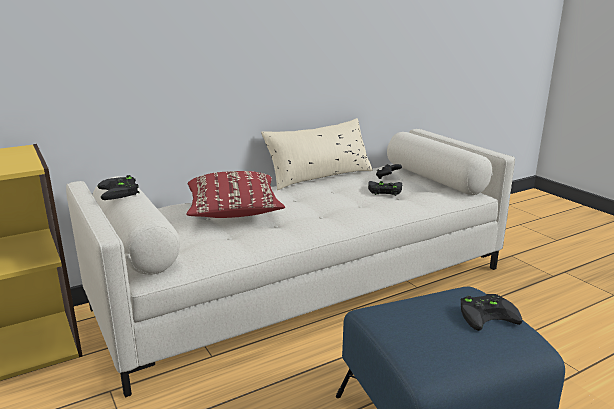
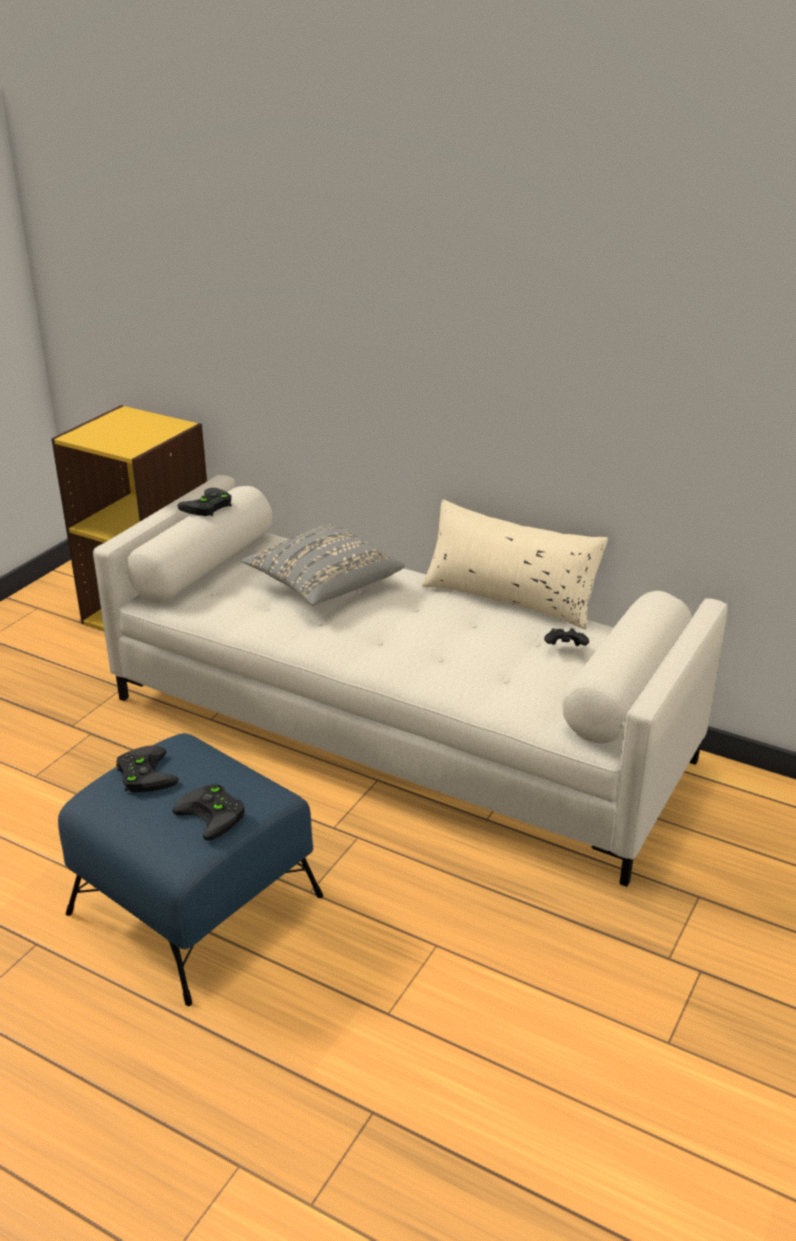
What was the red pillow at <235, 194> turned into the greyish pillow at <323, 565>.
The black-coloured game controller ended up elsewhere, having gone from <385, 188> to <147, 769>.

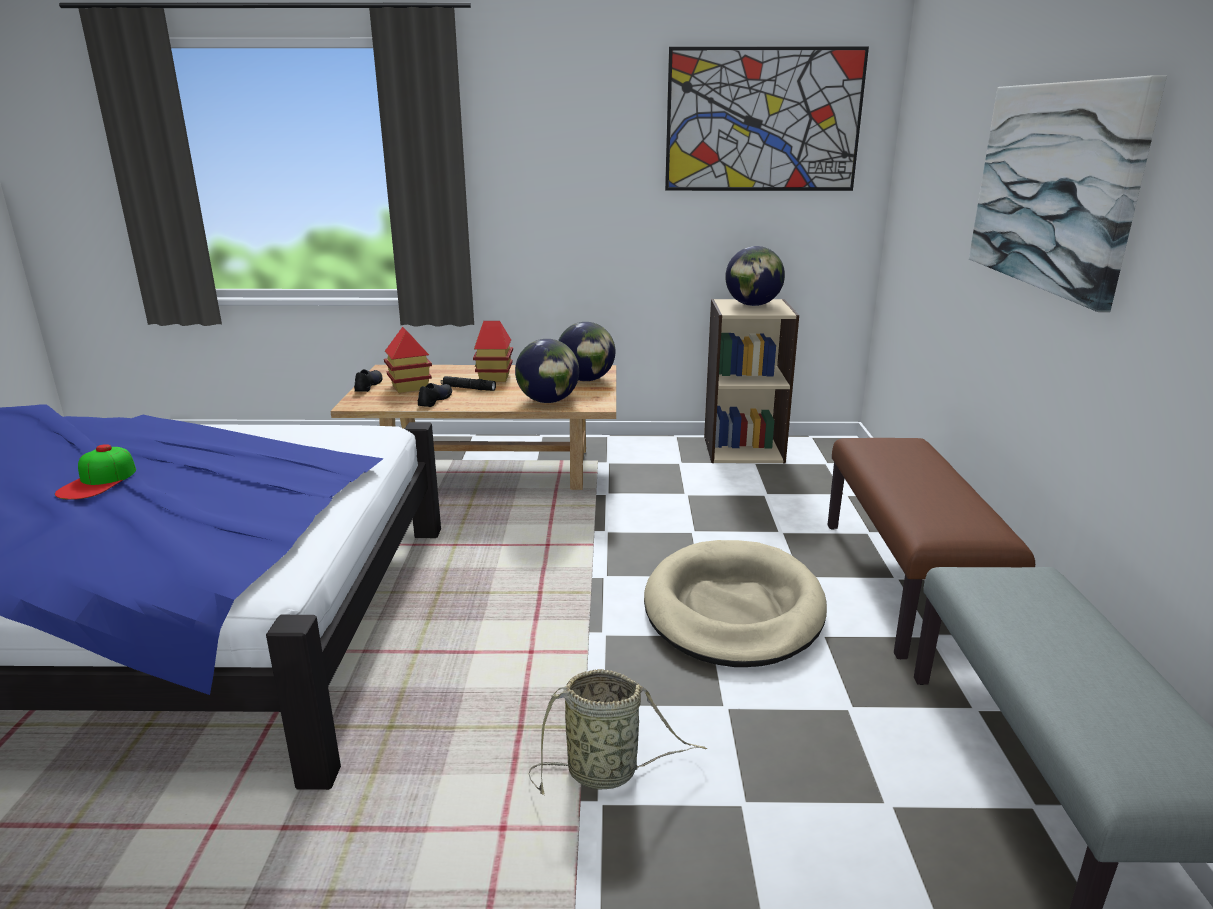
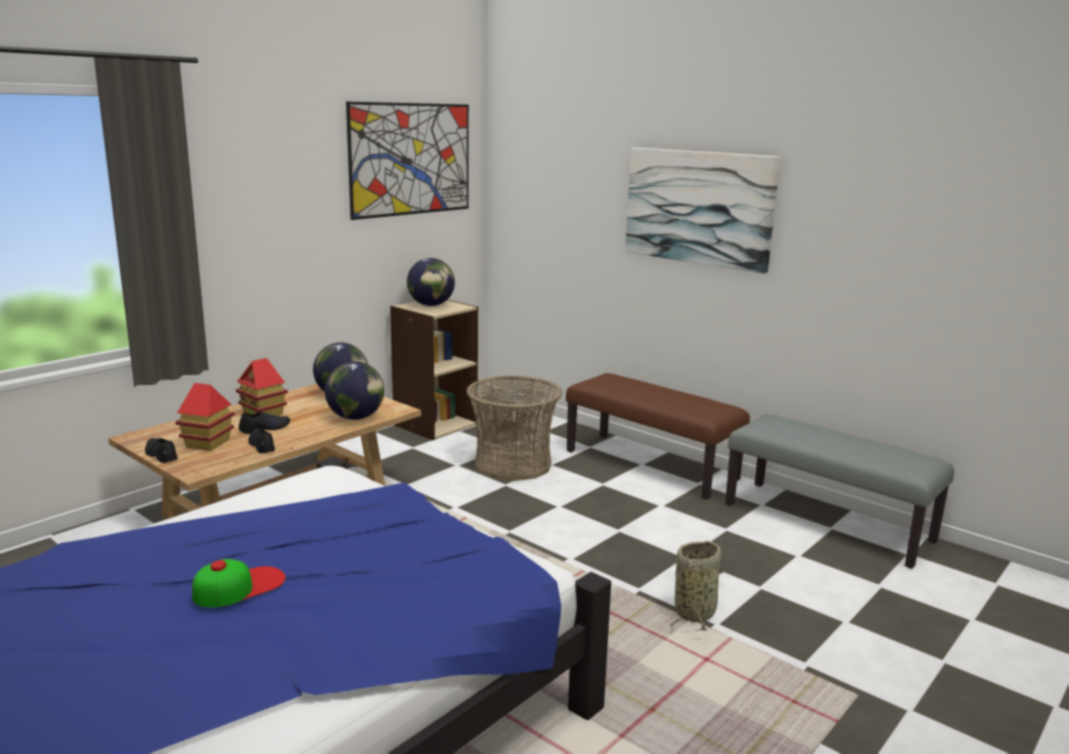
Where the black-coloured torch stood at <468, 383>, the black-coloured item of footwear came to stand at <264, 423>.
The baseball cap at <95, 472> ended up facing another way, 90 degrees counterclockwise from before.
The second view lost the sand-coloured dog cushion at <735, 603>.
The second view gained the storage basket at <514, 428>.

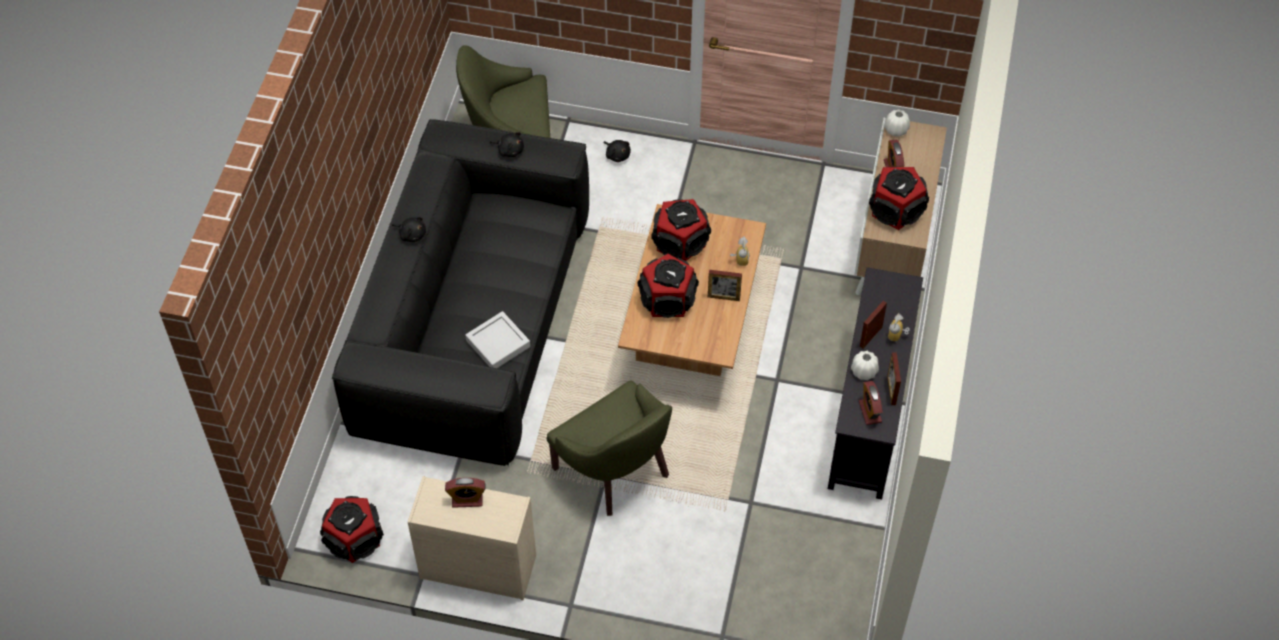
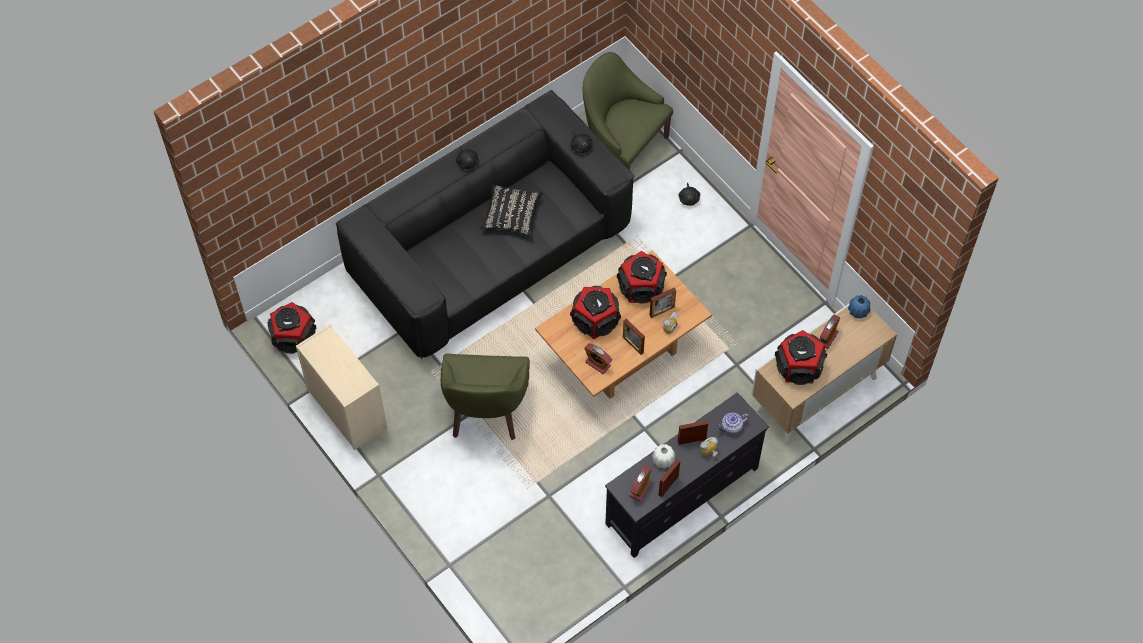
What was the white-coloured decorative vase at <897, 123> turned into the bluish decorative vase at <859, 307>.
The second view lost the greyish carrying tray at <497, 339>.
The table clock ended up elsewhere, having gone from <465, 493> to <598, 358>.
The second view gained the black-coloured pillow at <511, 210>.
The second view gained the standing frame at <663, 302>.
The second view gained the teapot at <732, 424>.

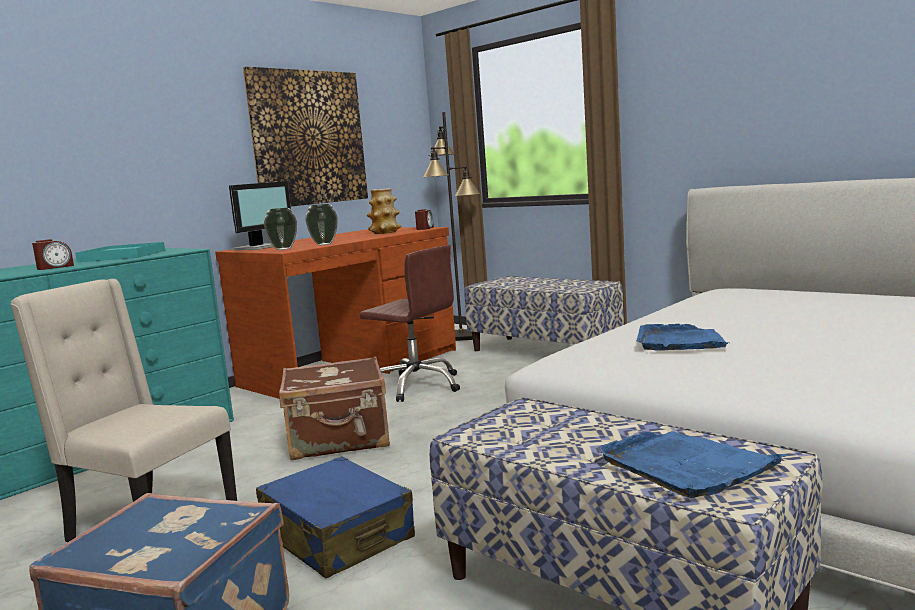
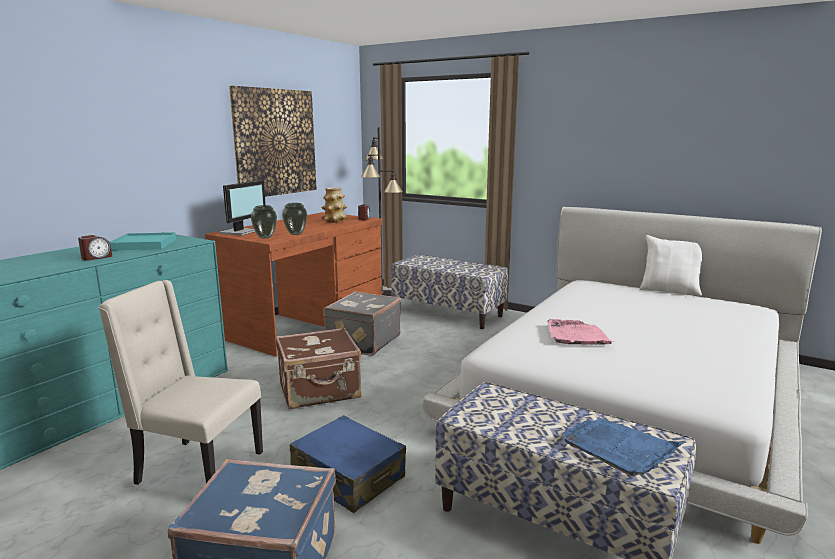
Where the brown computer chair stood at <410, 323>, the greyish piece of luggage came to stand at <362, 323>.
What was the bluish carrying tray at <682, 337> turned into the pink carrying tray at <580, 332>.
The second view gained the white-coloured pillow at <671, 265>.

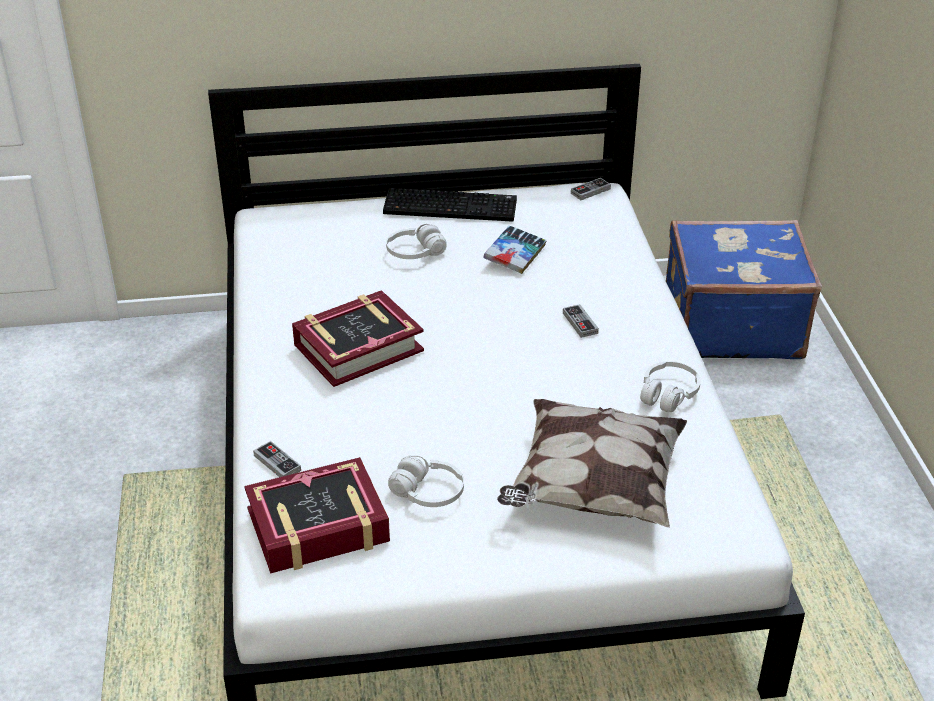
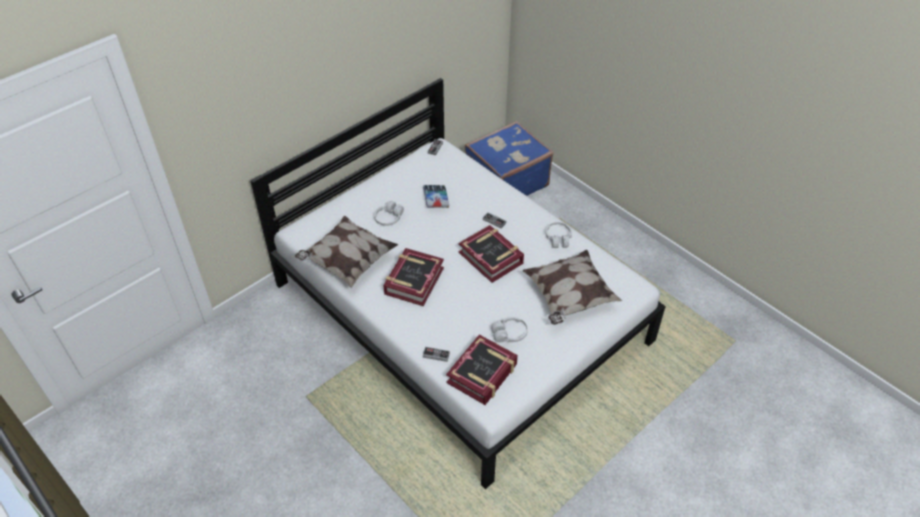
The second view lost the computer keyboard at <450, 205>.
The second view gained the pillow at <346, 252>.
The second view gained the book at <491, 254>.

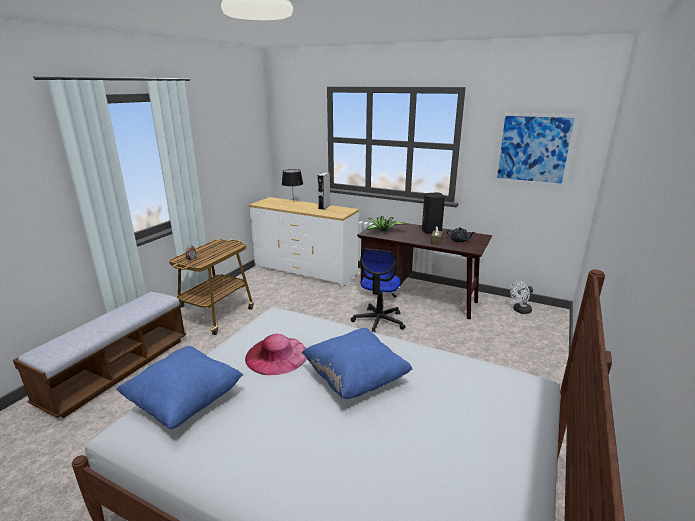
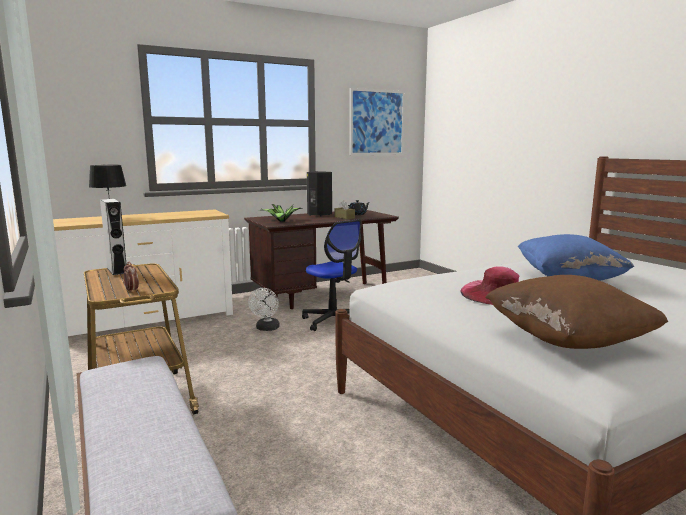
The greyish audio speaker ended up elsewhere, having gone from <323, 191> to <113, 237>.
The white-coloured fan ended up elsewhere, having gone from <521, 297> to <263, 309>.
What was the bluish pillow at <179, 387> turned into the brown pillow at <576, 312>.

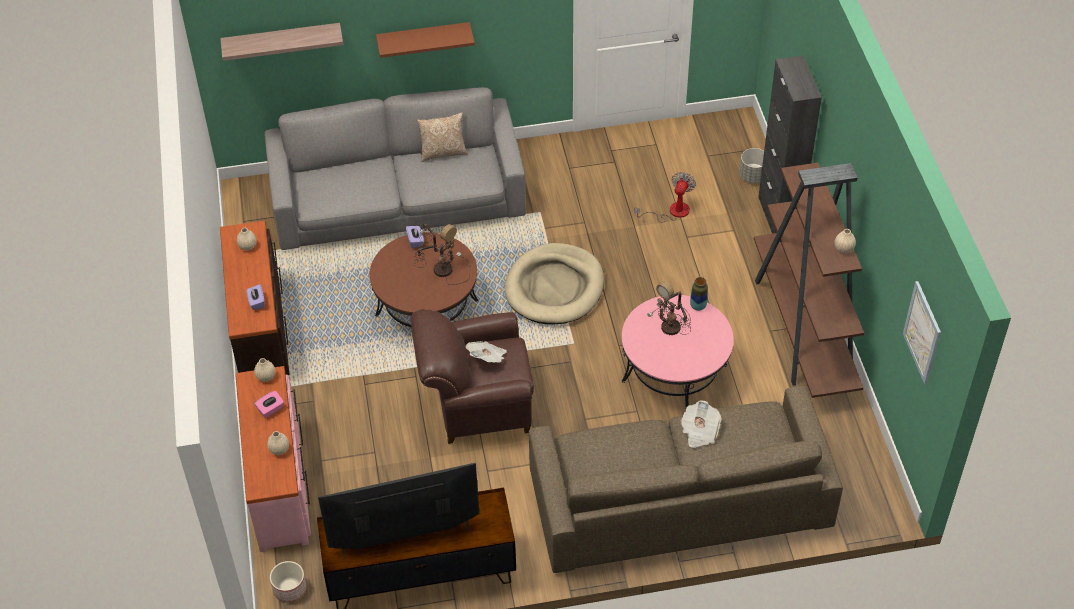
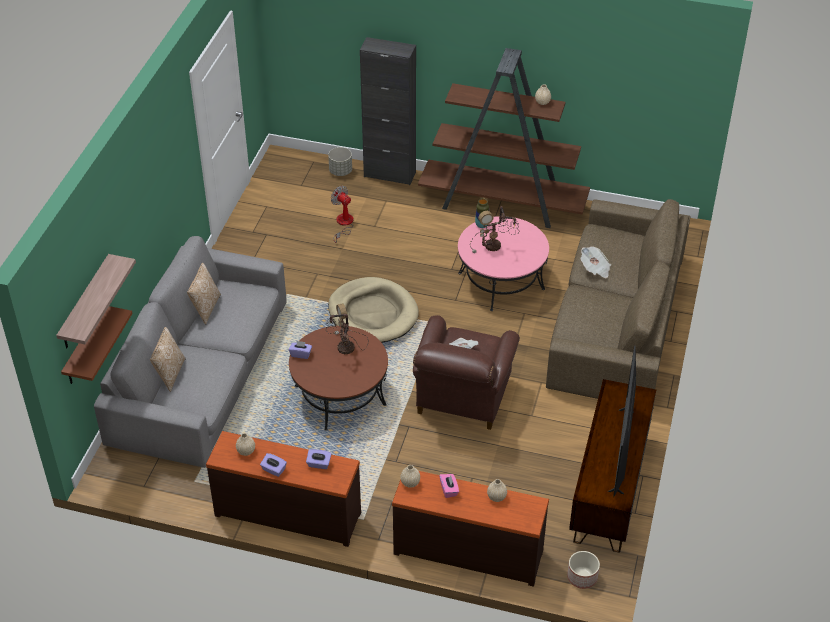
The brown wall shelf ended up elsewhere, having gone from <425, 40> to <97, 345>.
The second view lost the wall art at <922, 332>.
What was the pink dresser at <273, 459> turned into the brown dresser at <470, 527>.
The second view gained the pillow at <168, 359>.
The second view gained the purple-coloured tissue holder at <273, 465>.

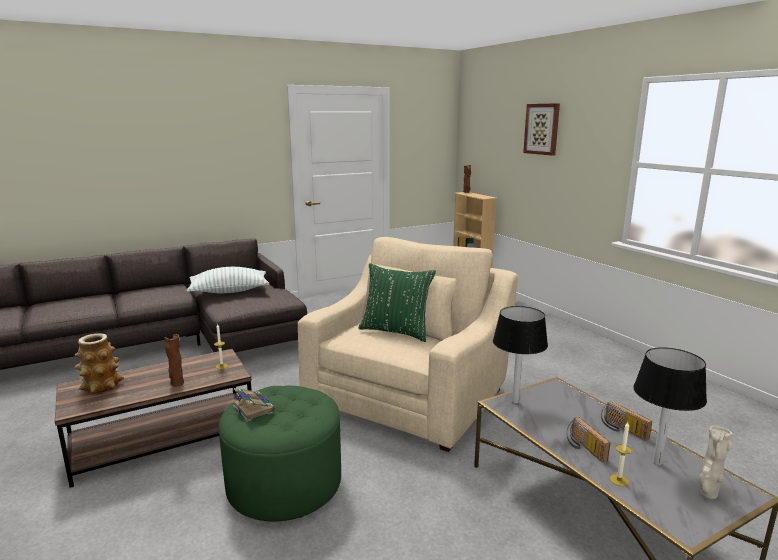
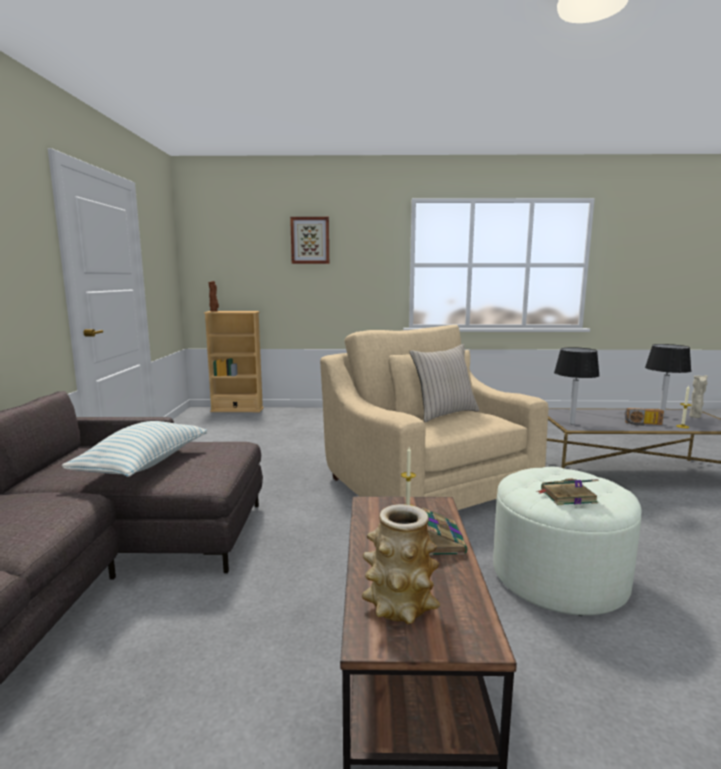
What was the green pillow at <397, 302> turned into the sand-coloured pillow at <444, 383>.
Where the brown decorative vase stood at <174, 360>, the book came to stand at <444, 531>.
What was the green pouffe at <280, 454> turned into the white-coloured pouffe at <567, 541>.
The second view lost the radio set at <626, 421>.

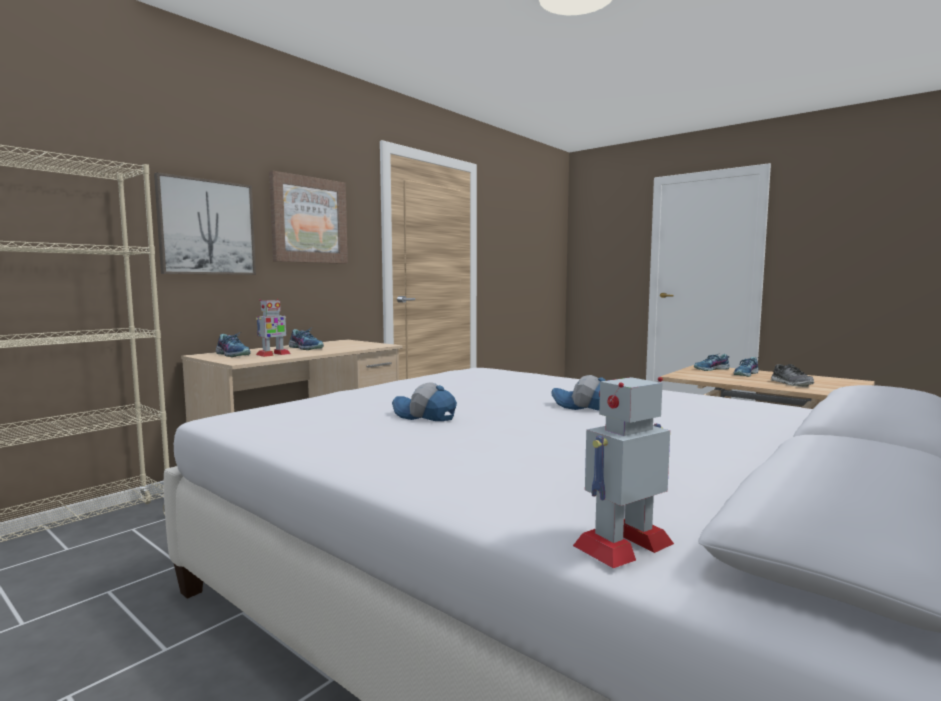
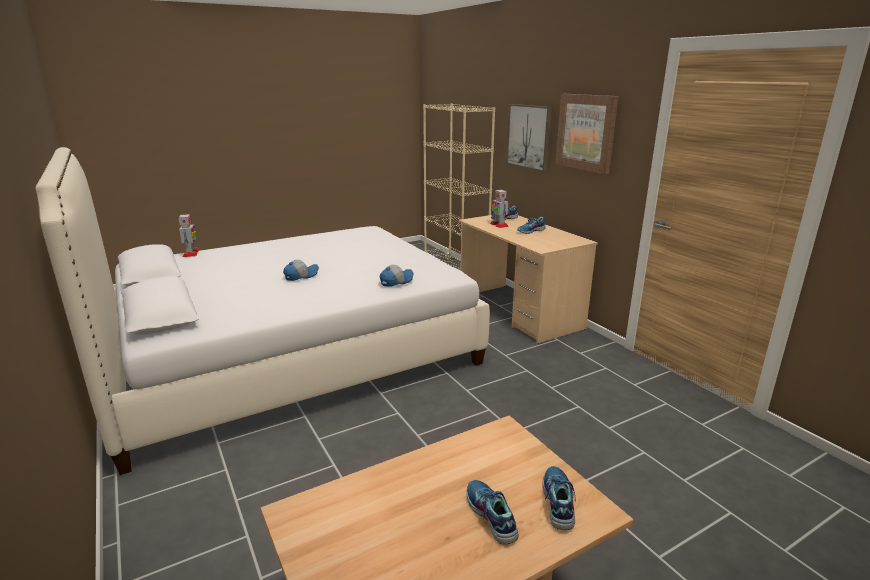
The second view lost the item of footwear at <792, 375>.
The baseball cap ended up elsewhere, having gone from <424, 402> to <397, 276>.

